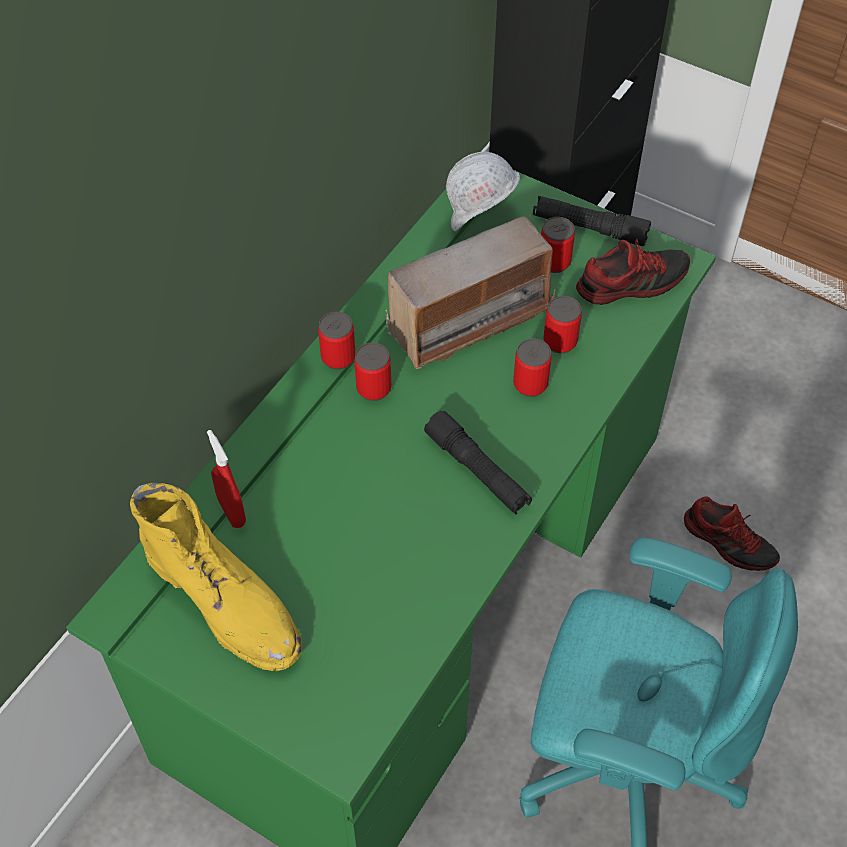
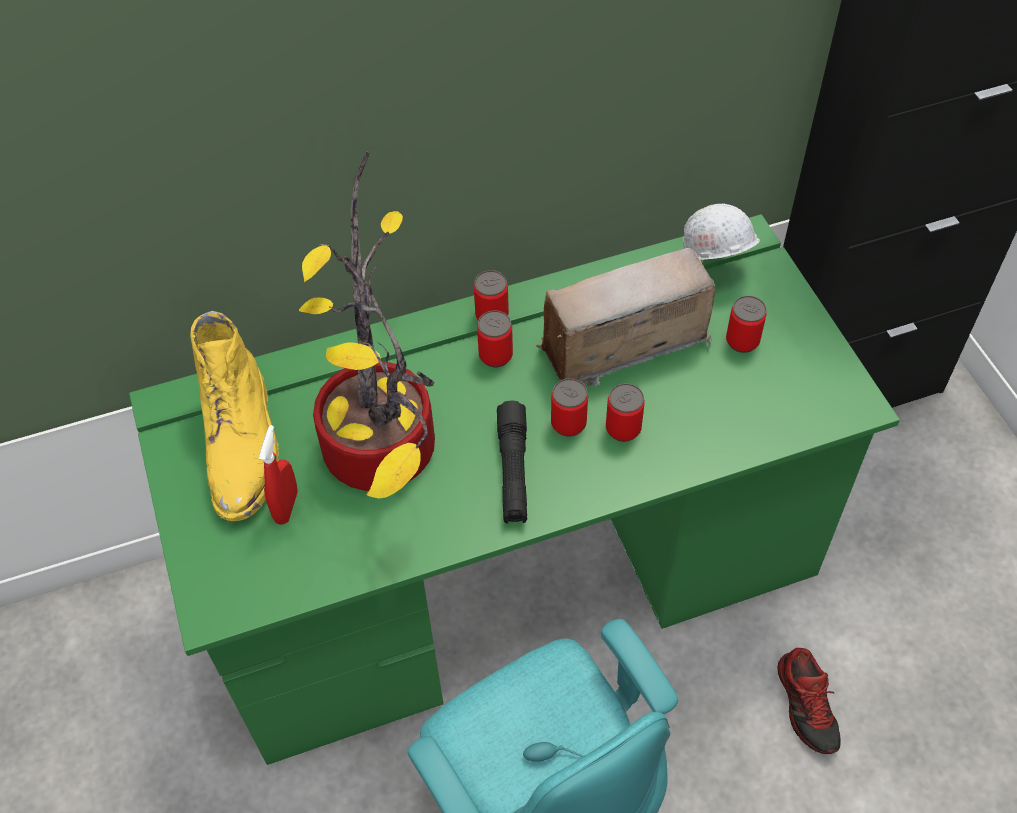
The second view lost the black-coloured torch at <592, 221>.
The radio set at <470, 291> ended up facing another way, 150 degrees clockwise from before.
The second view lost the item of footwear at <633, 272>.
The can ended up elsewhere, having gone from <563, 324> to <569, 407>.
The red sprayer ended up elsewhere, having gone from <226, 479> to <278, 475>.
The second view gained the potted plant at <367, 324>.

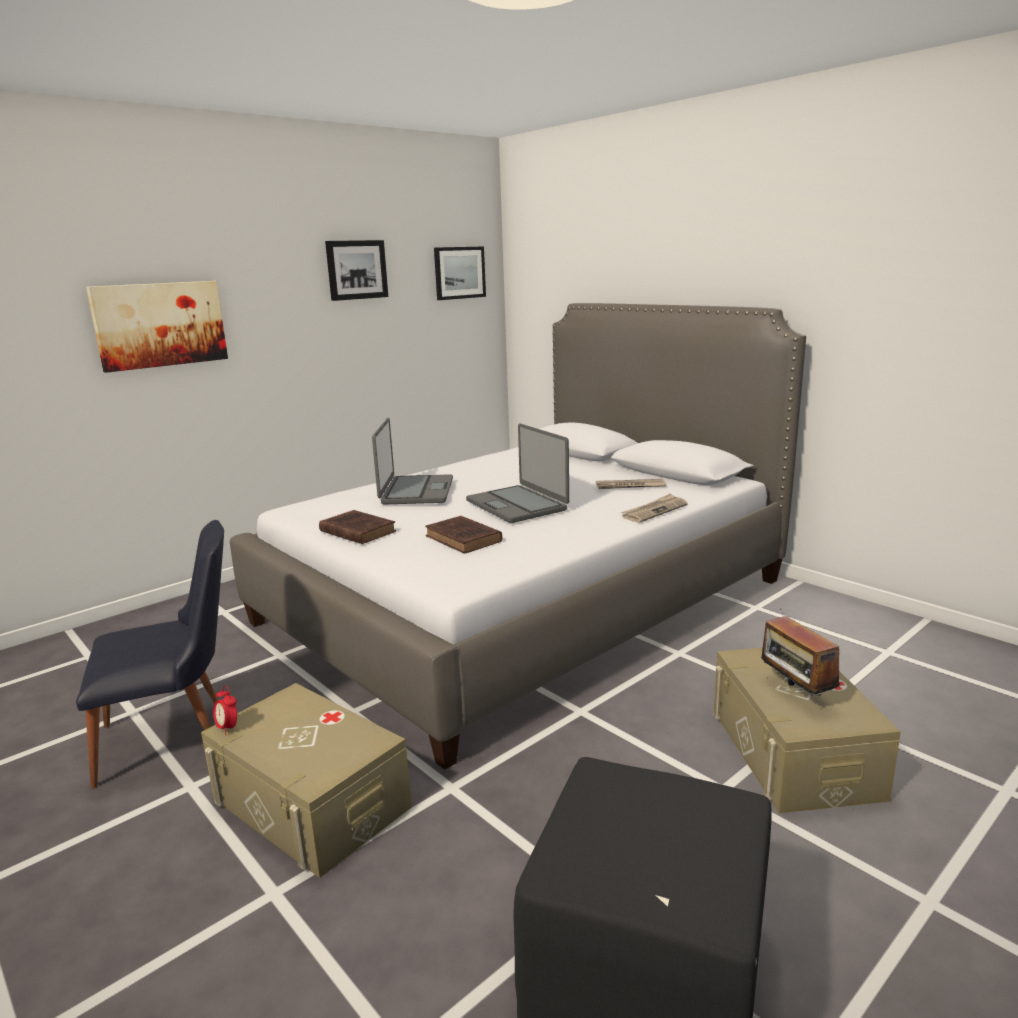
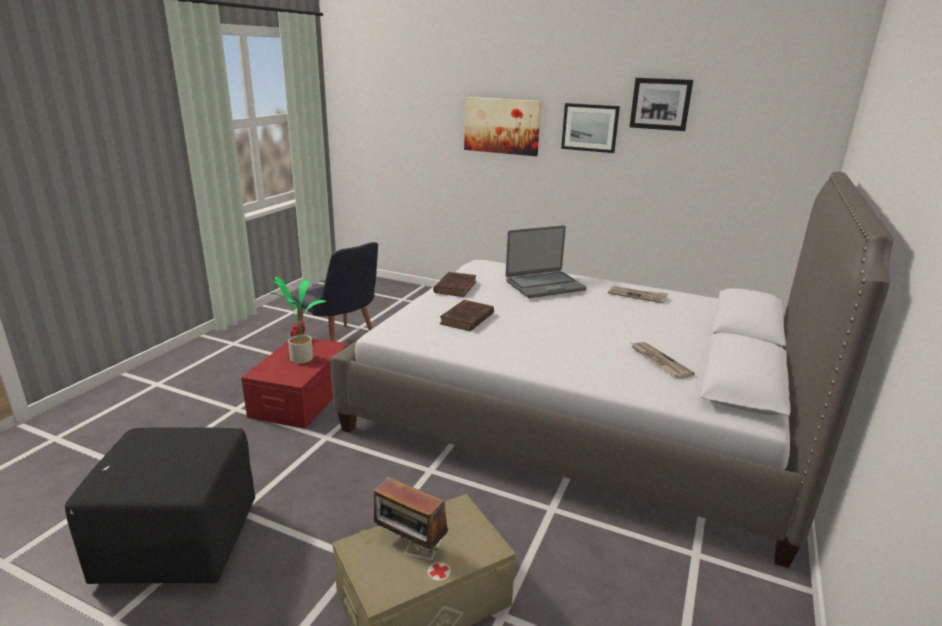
The wall art ended up elsewhere, having gone from <460, 273> to <590, 128>.
The second view lost the notebook computer at <517, 473>.
The newspaper ended up elsewhere, having gone from <654, 508> to <638, 294>.
The radio set at <800, 656> ended up facing another way, 105 degrees counterclockwise from before.
What was the sand-coloured storage box at <306, 780> turned into the red storage box at <294, 383>.
The second view gained the potted plant at <297, 320>.

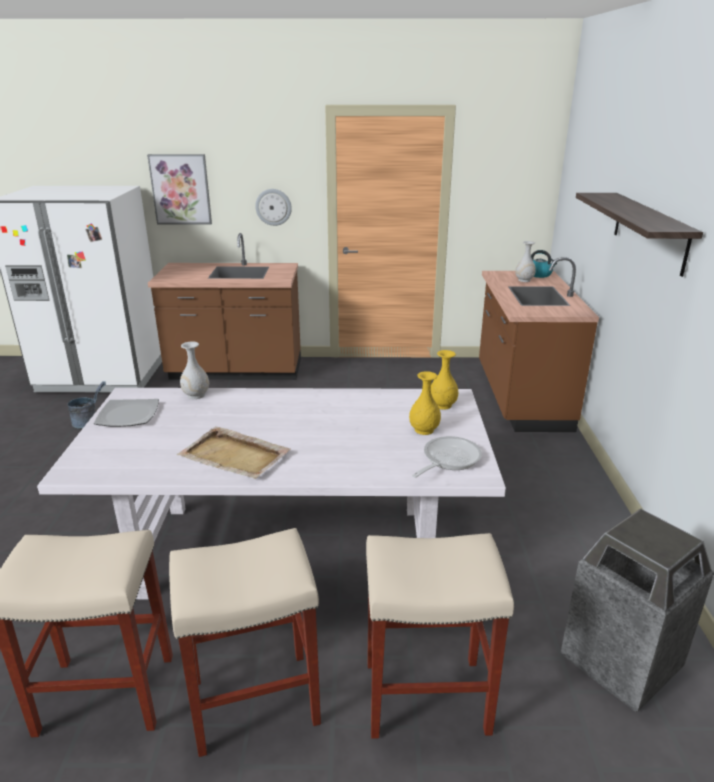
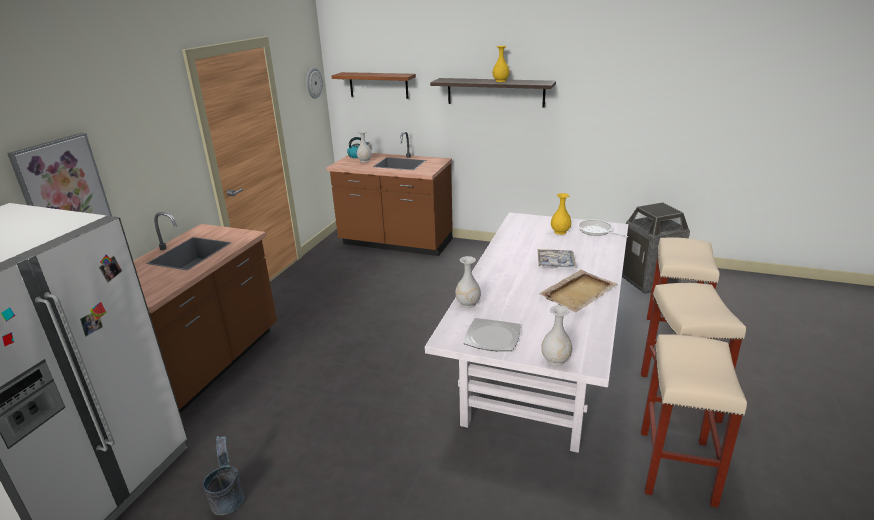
The hanging clock ended up elsewhere, having gone from <273, 207> to <314, 83>.
The yellow decorative vase ended up elsewhere, having gone from <444, 380> to <501, 64>.
The second view gained the wall shelf at <374, 85>.
The second view gained the carrying tray at <557, 258>.
The second view gained the white-coloured decorative vase at <556, 335>.

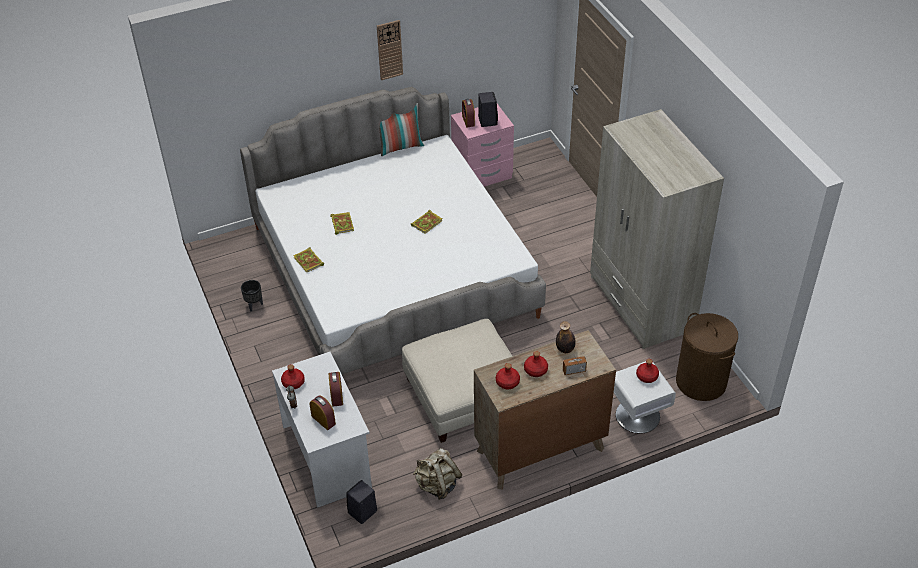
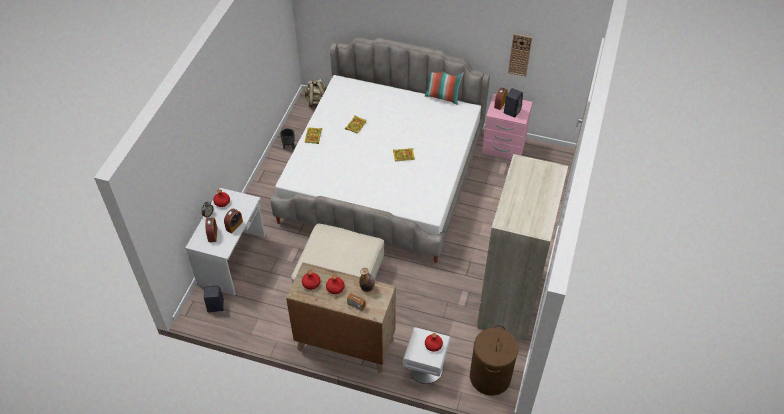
The hanging clock ended up elsewhere, having gone from <390, 50> to <520, 55>.
The sand-coloured backpack ended up elsewhere, having gone from <437, 474> to <315, 93>.

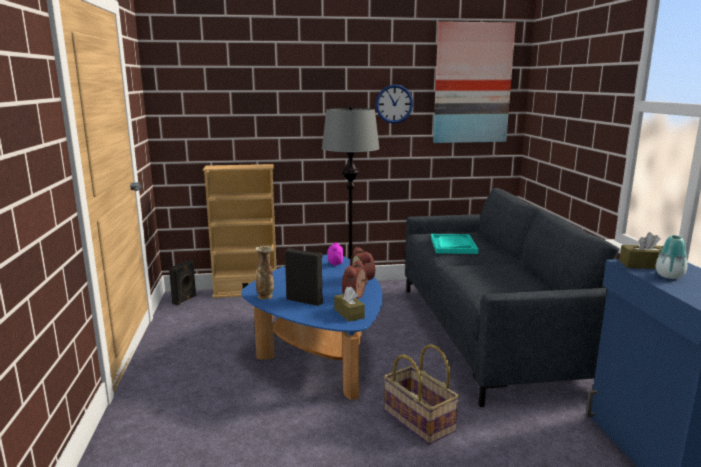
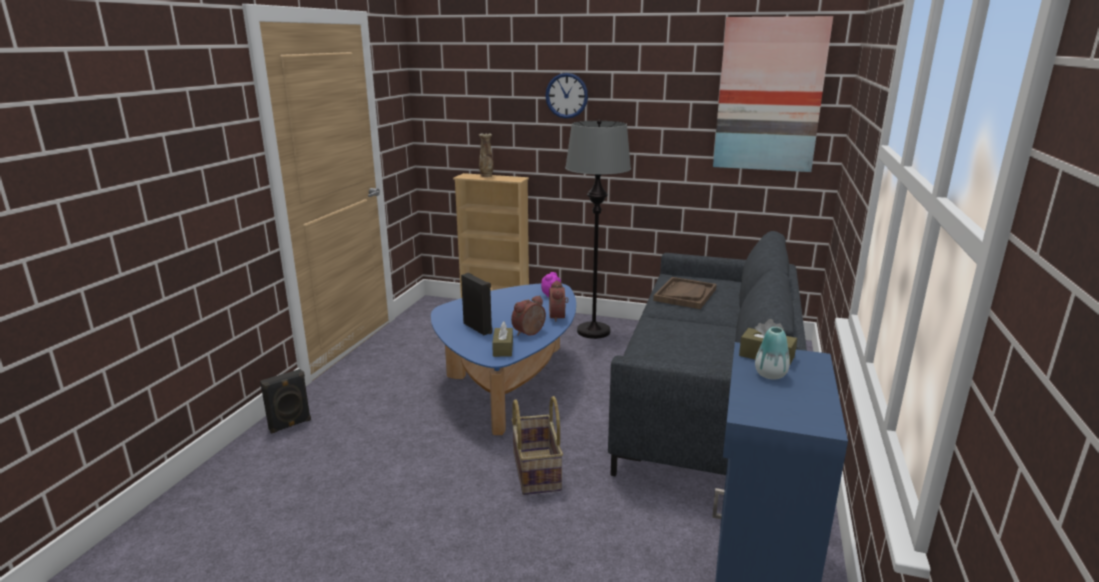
The hanging clock ended up elsewhere, having gone from <394, 104> to <566, 96>.
What was the turquoise carrying tray at <454, 244> turned into the brown carrying tray at <685, 293>.
The decorative vase ended up elsewhere, having gone from <264, 273> to <486, 155>.
The black-coloured audio speaker ended up elsewhere, having gone from <183, 282> to <285, 401>.

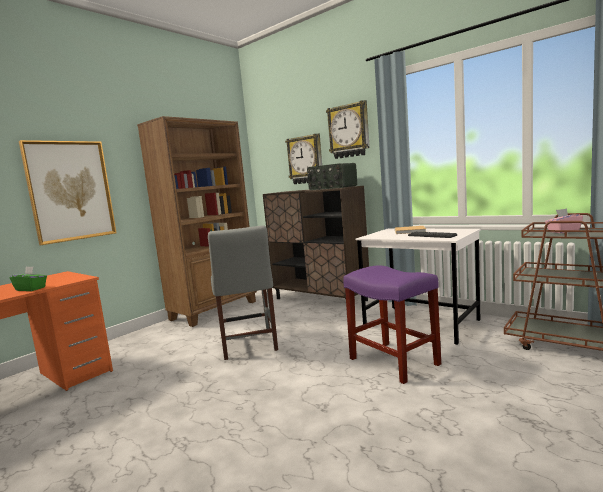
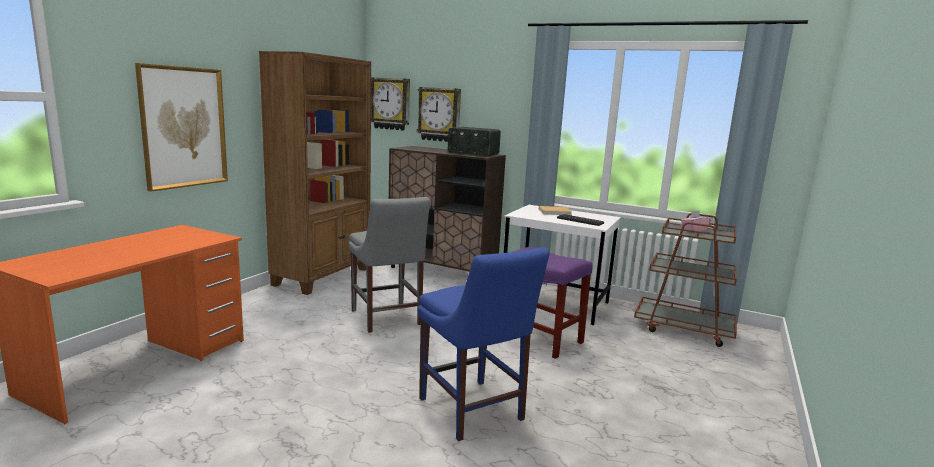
The hanging clock ended up elsewhere, having gone from <348, 129> to <390, 104>.
The second view lost the green tissue holder at <28, 278>.
The second view gained the bluish plain chair at <484, 344>.

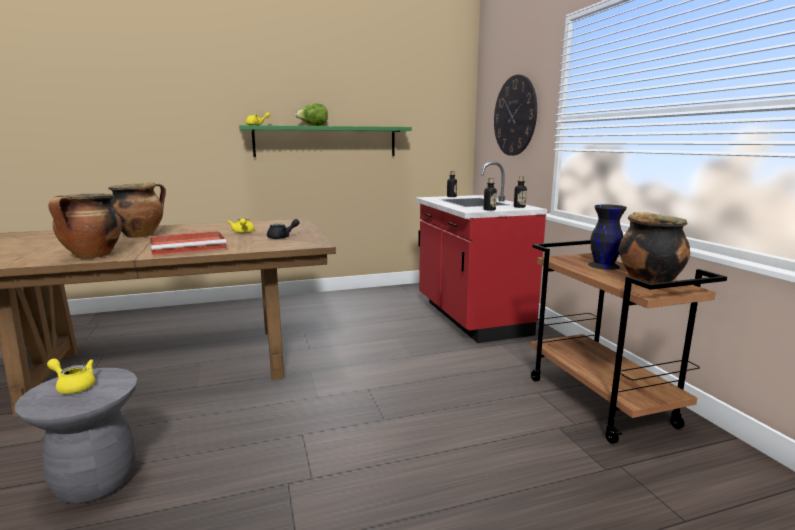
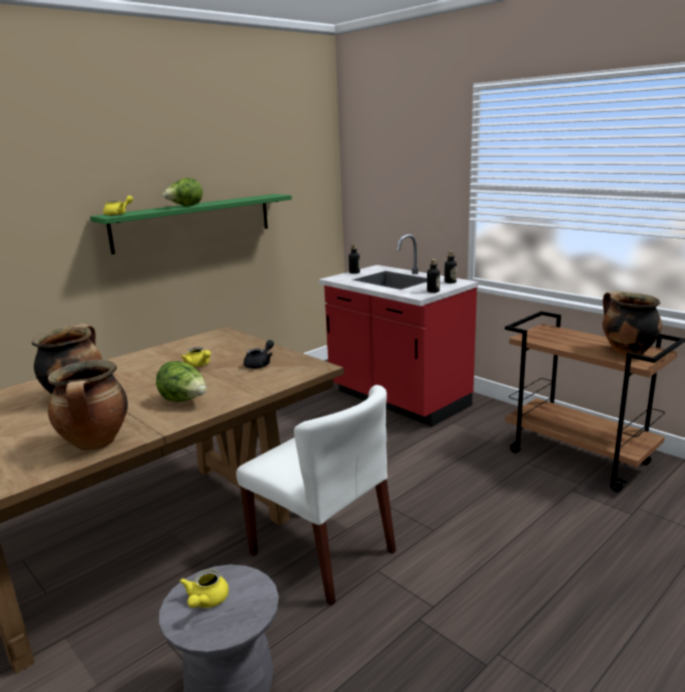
The second view lost the hanging clock at <515, 115>.
The second view lost the black-coloured decorative vase at <607, 237>.
Where the red carrying tray stood at <188, 243>, the lettuce head came to stand at <181, 381>.
The yellow teapot at <71, 376> ended up facing another way, 75 degrees counterclockwise from before.
The second view gained the white-coloured plain chair at <316, 495>.

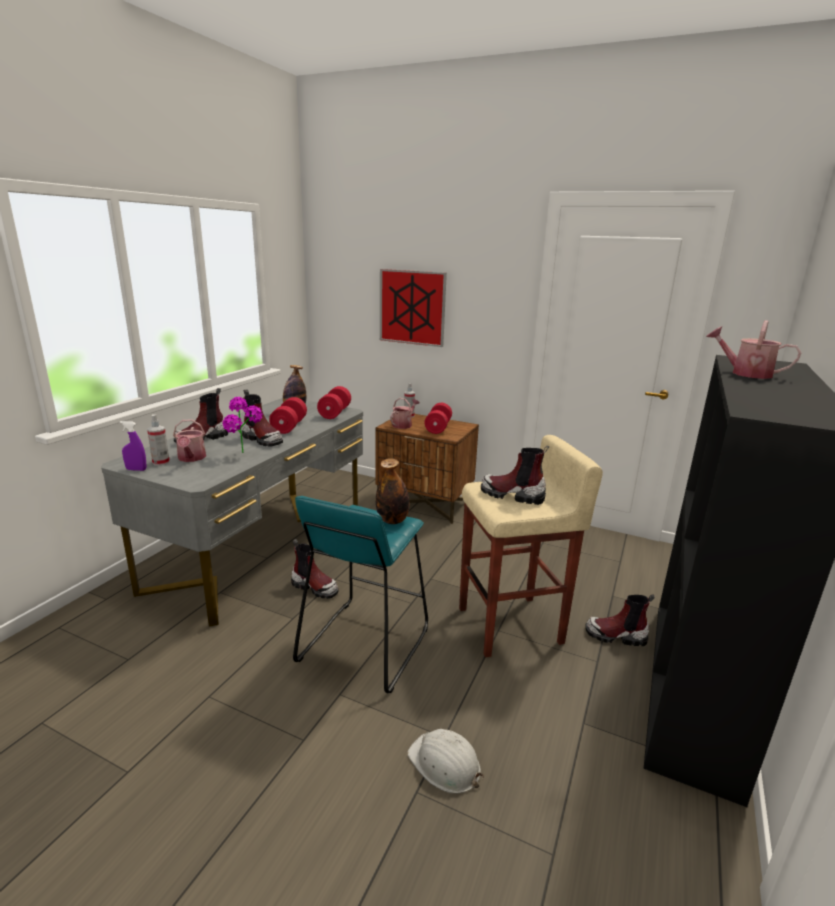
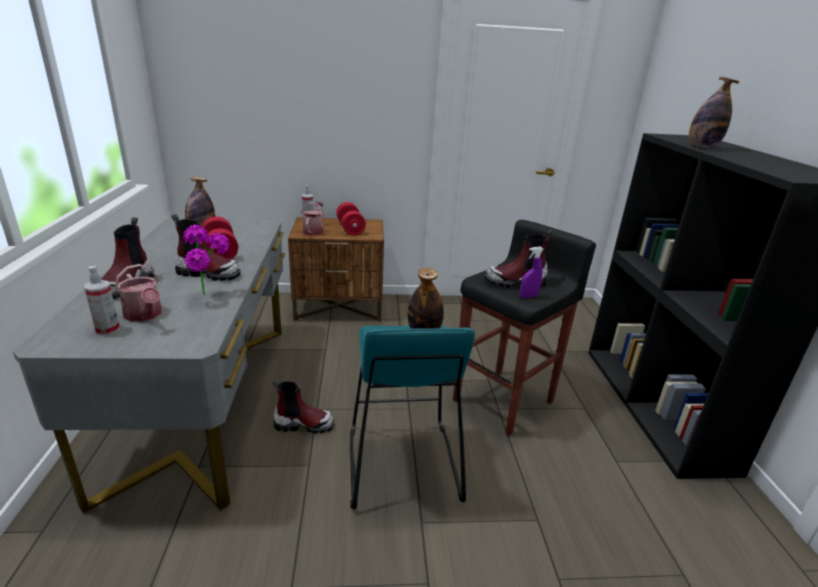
The second view lost the wall art at <413, 308>.
Where the sprinkling can stood at <753, 349>, the drink bottle came to stand at <714, 112>.
The second view lost the red free weight at <334, 402>.
The purple-coloured sprayer ended up elsewhere, having gone from <133, 446> to <532, 272>.
What was the sand-coloured stool at <531, 546> turned into the black-coloured stool at <524, 328>.
The second view lost the tall boot at <620, 620>.
The second view lost the white-coloured hard hat at <445, 761>.

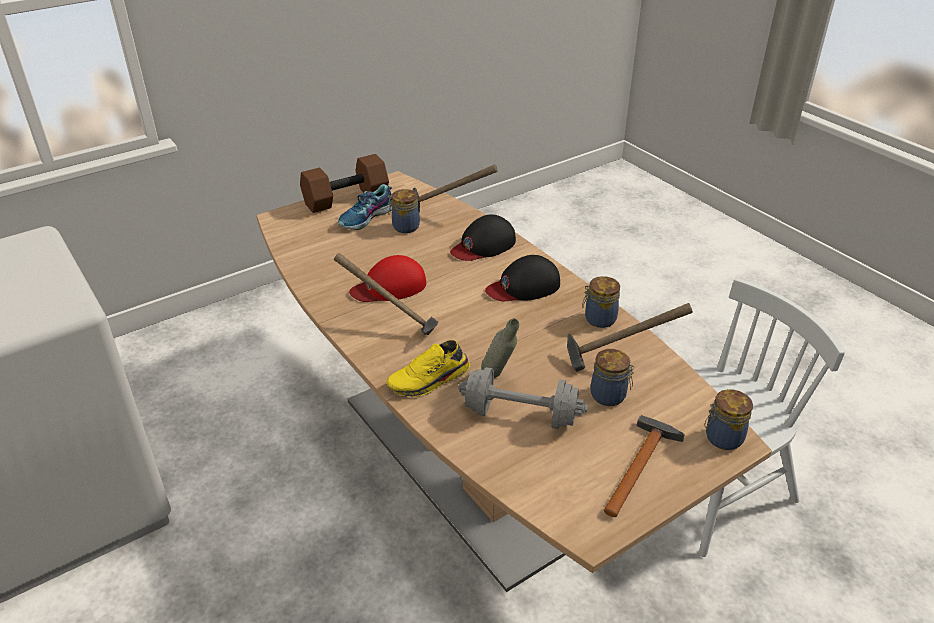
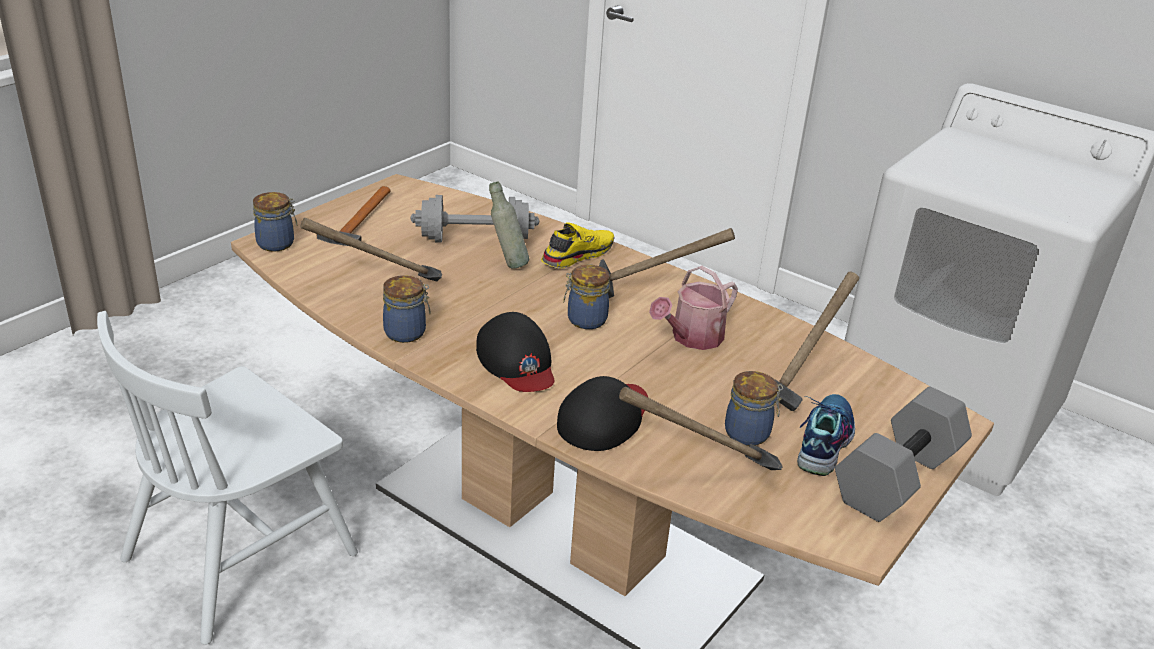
What was the brown free weight at <344, 183> turned into the greyish free weight at <903, 454>.
Where the red baseball cap stood at <387, 278>, the sprinkling can came to stand at <693, 308>.
The black-coloured baseball cap at <522, 278> ended up facing another way, 105 degrees clockwise from before.
The storage jar ended up elsewhere, having gone from <612, 377> to <586, 297>.
The second view gained the hand hammer at <817, 341>.

